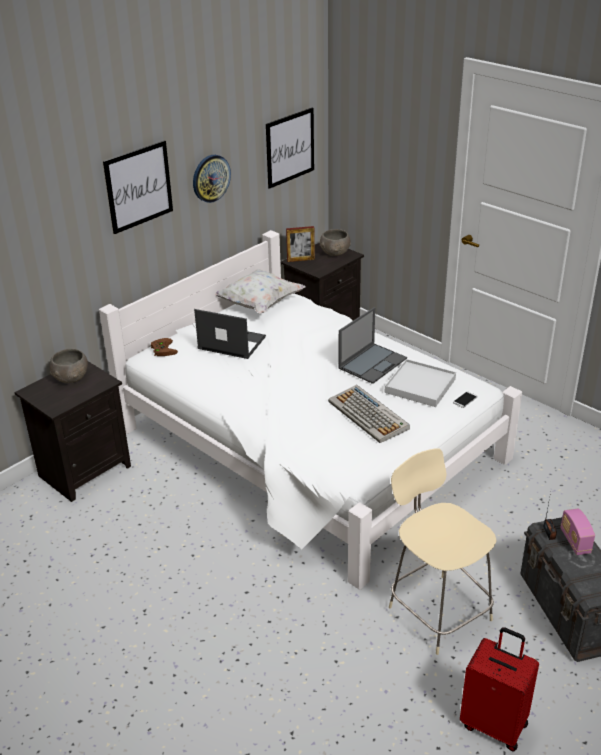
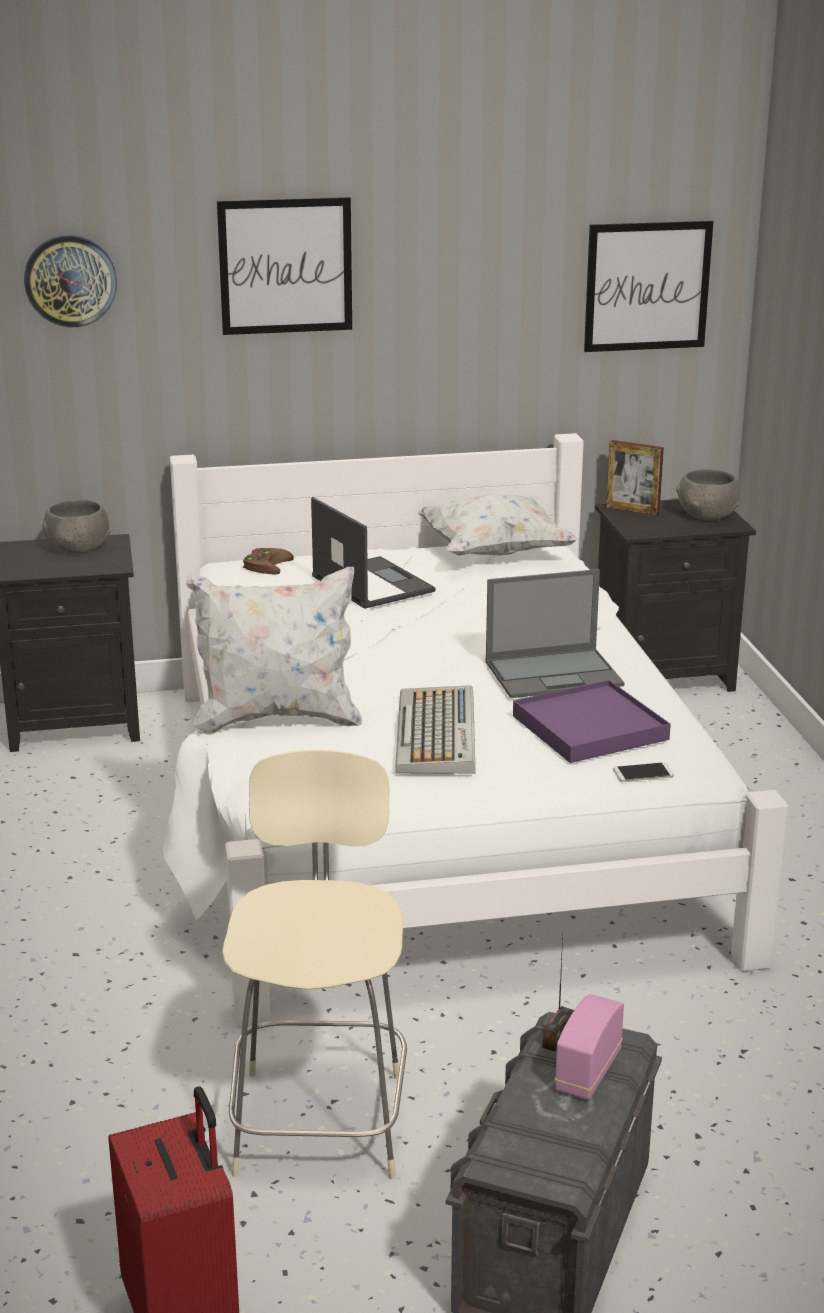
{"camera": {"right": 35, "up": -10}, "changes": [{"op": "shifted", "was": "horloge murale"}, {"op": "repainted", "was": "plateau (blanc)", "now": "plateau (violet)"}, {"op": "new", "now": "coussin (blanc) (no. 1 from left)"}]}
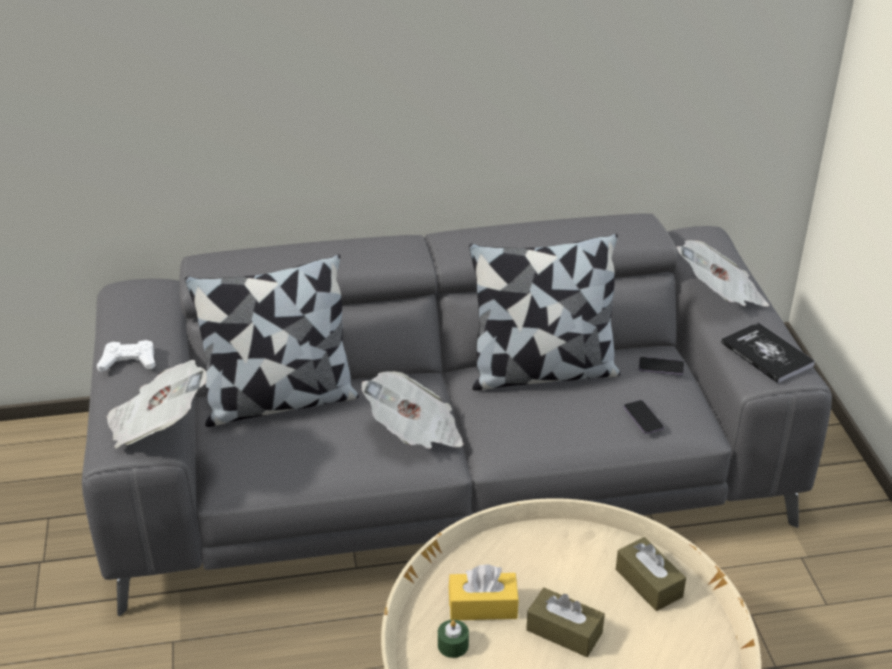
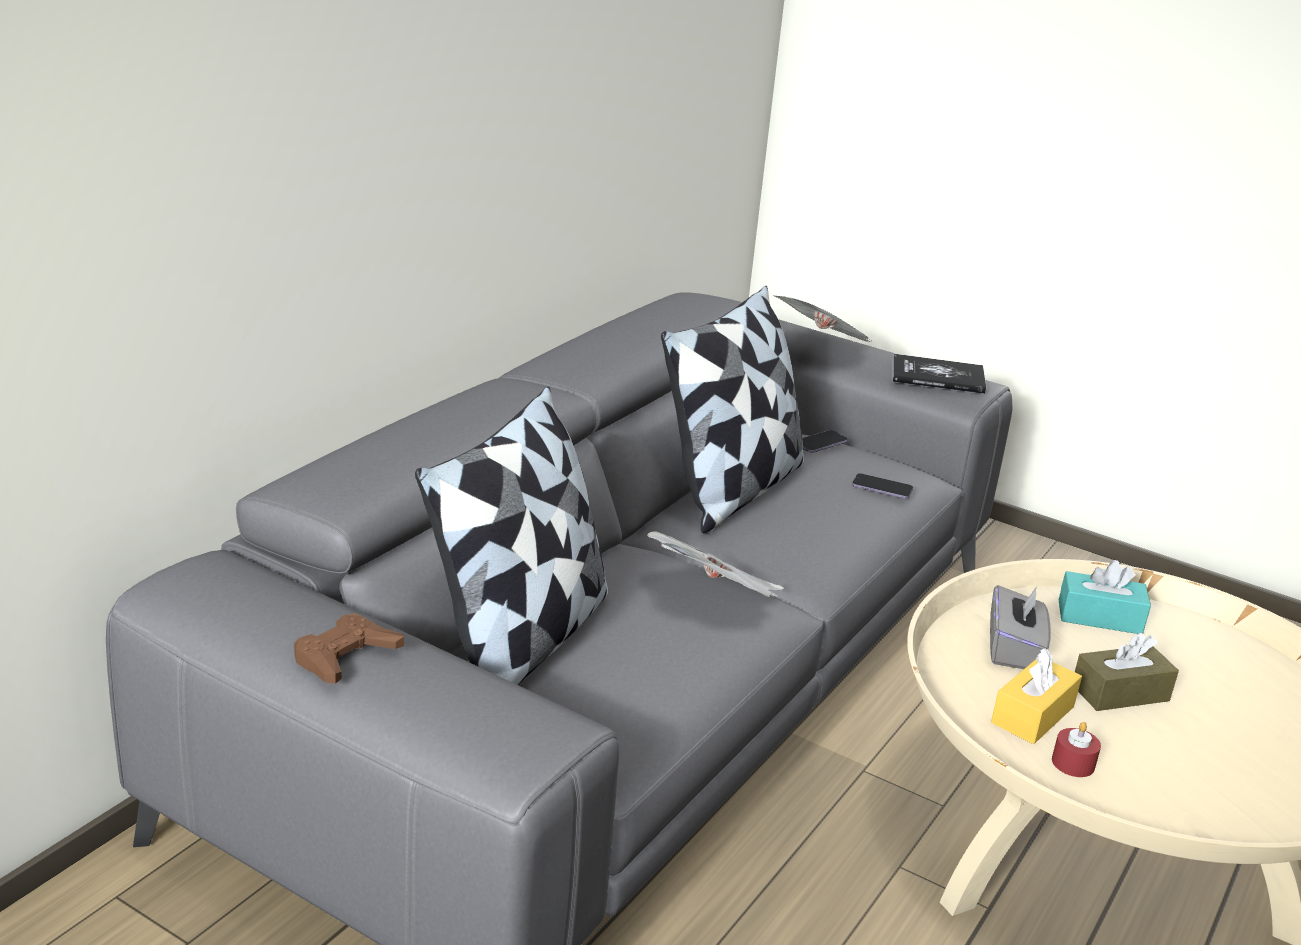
{"camera": {"right": -50, "up": -10}, "changes": [{"op": "repainted", "was": "manette (blanc)", "now": "manette (marron)"}, {"op": "gone", "was": "journal (no. 1 from left)"}, {"op": "repainted", "was": "bougie (vert)", "now": "bougie (rouge)"}, {"op": "repainted", "was": "boîte à mouchoirs (marron) (no. 2 from left)", "now": "boîte à mouchoirs (turquoise)"}, {"op": "new", "now": "boîte à mouchoirs (gris)"}]}
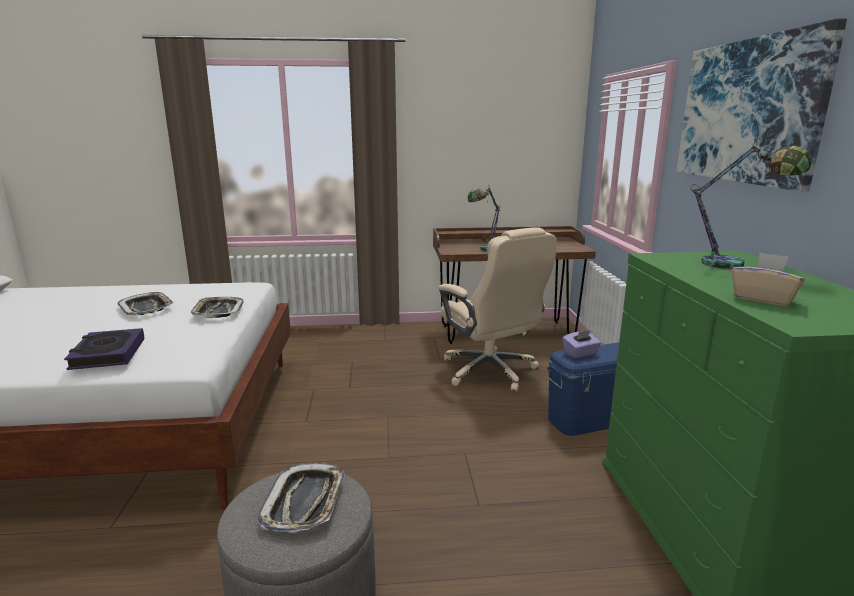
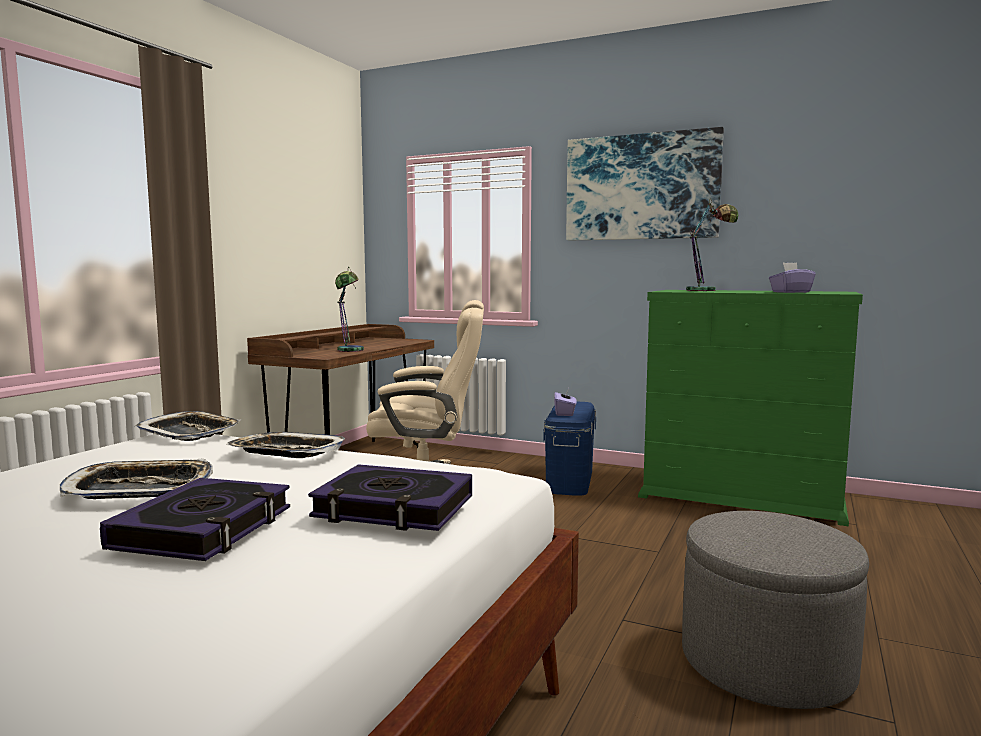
{"camera": {"right": -60, "up": -10}, "changes": [{"op": "shifted", "was": "plateau (no. 3 from left in the first image)", "now": "plateau (no. 2 from left)"}, {"op": "repainted", "was": "boîte à mouchoirs (beige)", "now": "boîte à mouchoirs (violet) (no. 2 from left)"}, {"op": "new", "now": "livre (no. 1 from left)"}]}
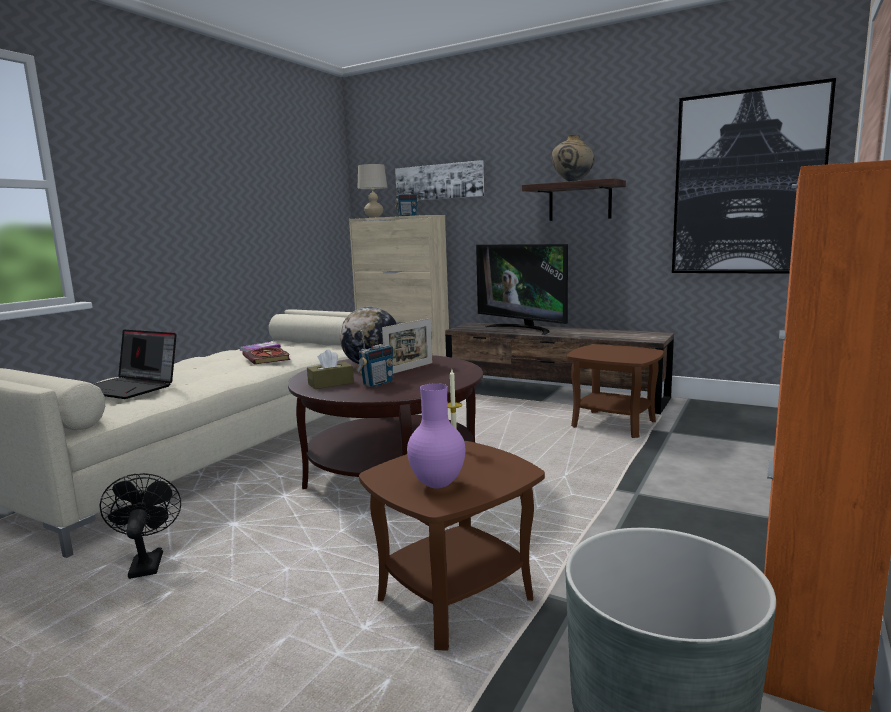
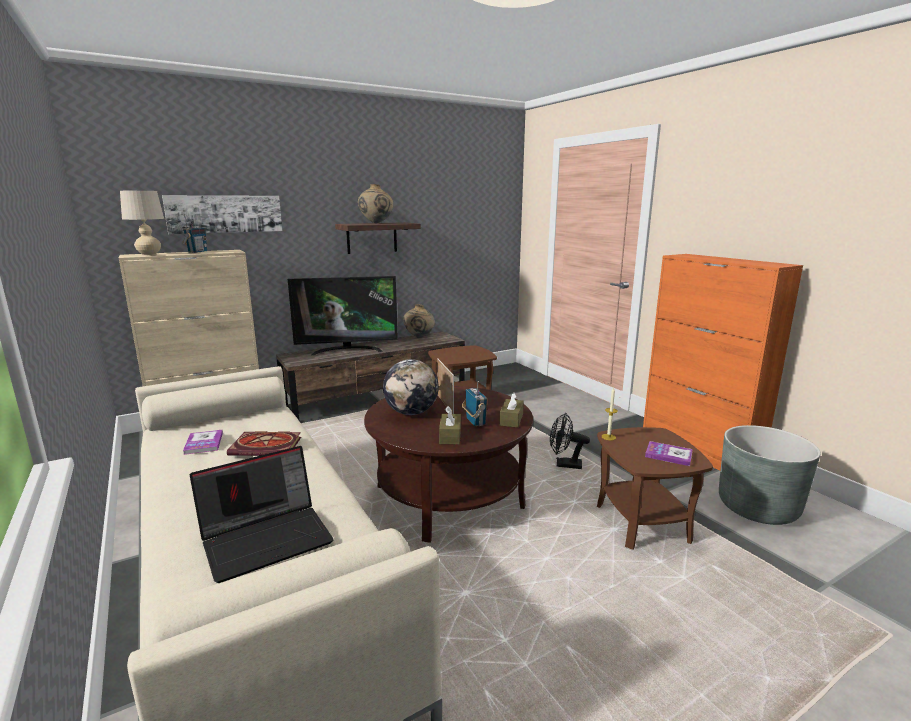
{"camera": {"right": -60, "up": 5}, "changes": [{"op": "shifted", "was": "ventilateur (noir)"}, {"op": "swapped", "was": "vase (violet)", "now": "livre (no. 3 from left)"}, {"op": "gone", "was": "tableau (no. 2 from left)"}, {"op": "new", "now": "vase (beige) (no. 2 from left)"}, {"op": "new", "now": "boîte à mouchoirs (marron) (no. 2 from left)"}]}
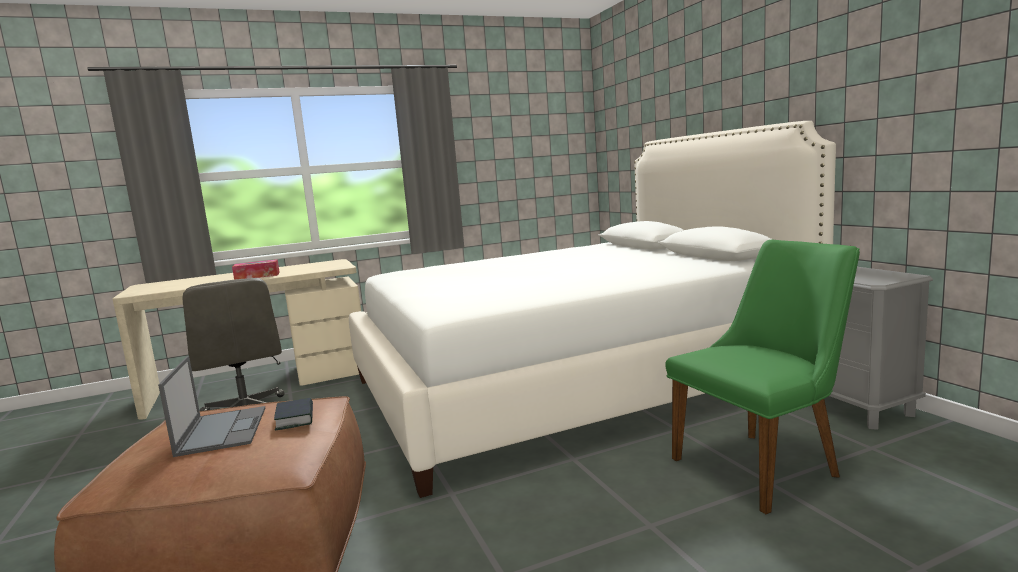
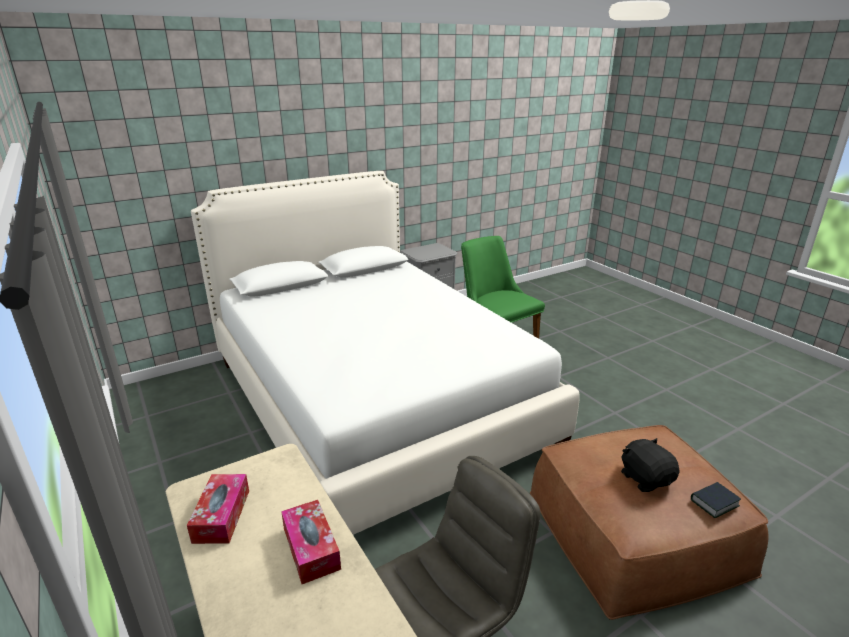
{"camera": {"right": -100, "up": 15}, "changes": [{"op": "swapped", "was": "ordinateur portable", "now": "peluche (noir)"}, {"op": "shifted", "was": "livre"}, {"op": "new", "now": "boîte à mouchoirs (no. 1 from left)"}]}
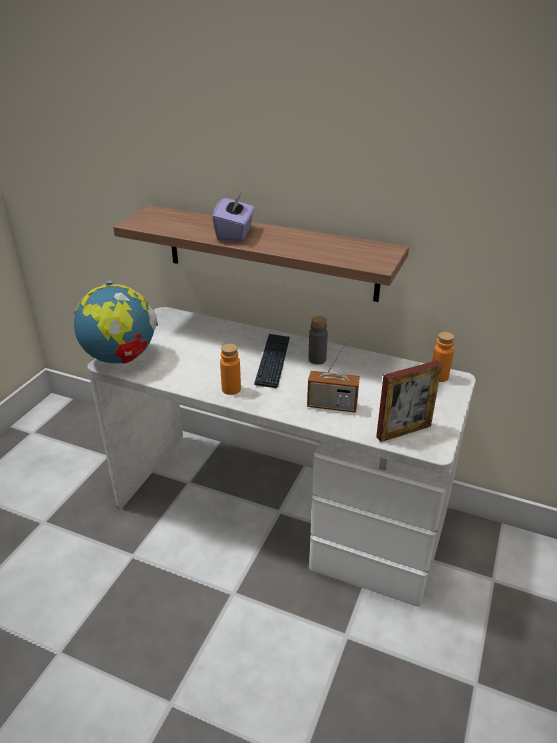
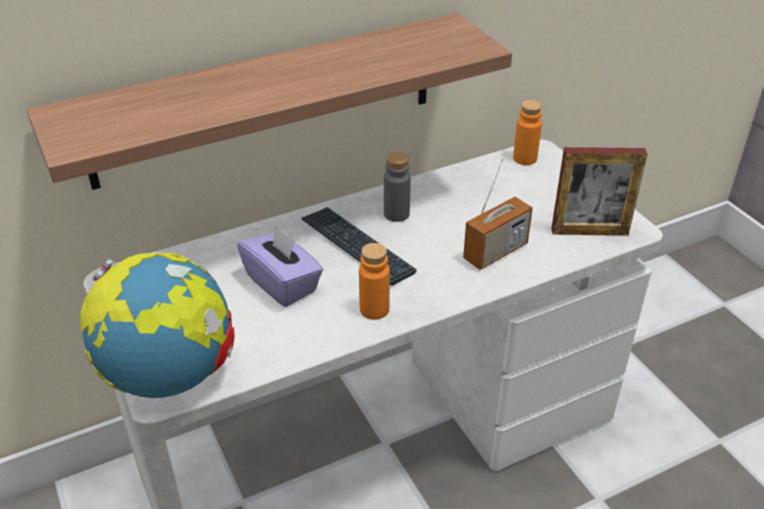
{"camera": {"right": -50, "up": 5}, "changes": [{"op": "shifted", "was": "boîte à mouchoirs (violet)"}, {"op": "rotated", "was": "cadre photo", "clockwise": 75}]}
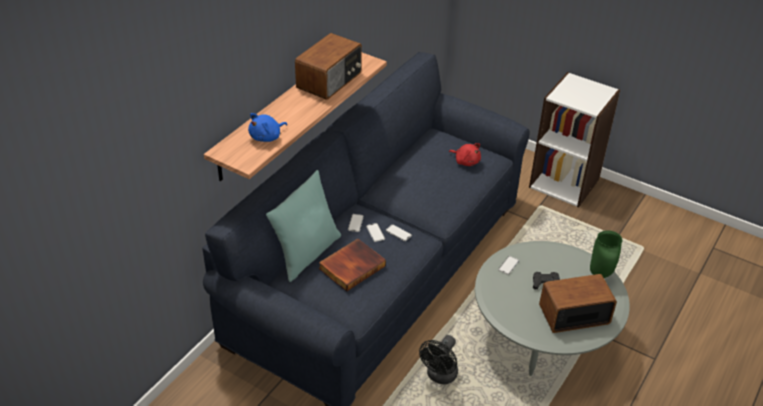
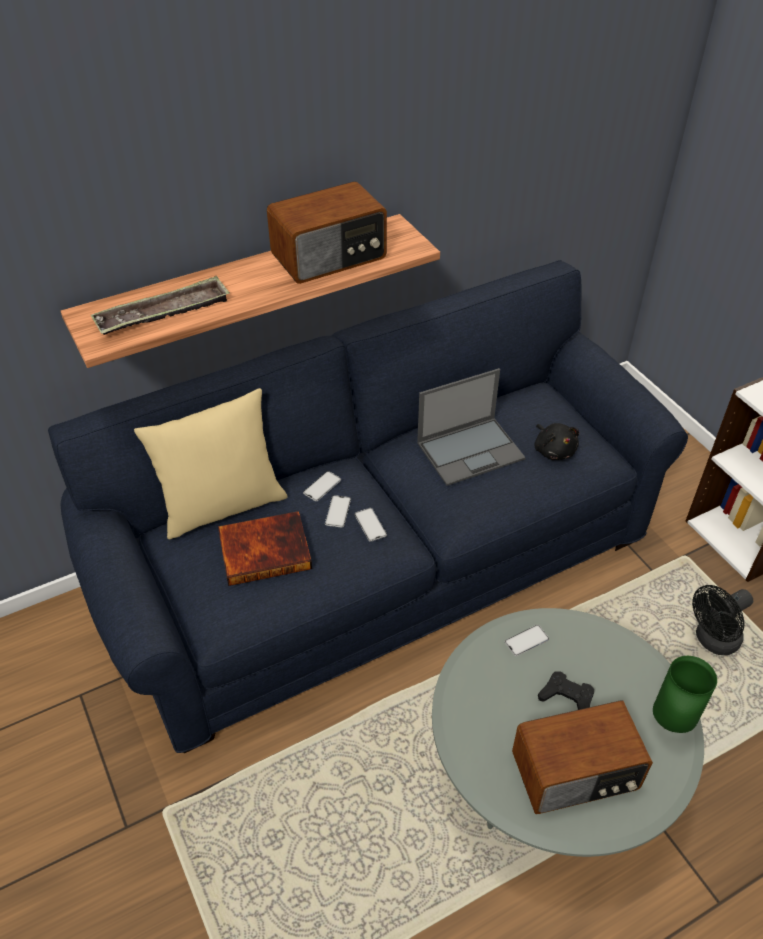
{"camera": {"right": 30, "up": 5}, "changes": [{"op": "swapped", "was": "peluche (bleu)", "now": "plateau"}, {"op": "repainted", "was": "coussin (turquoise)", "now": "coussin (beige)"}, {"op": "shifted", "was": "ventilateur (noir)"}, {"op": "repainted", "was": "peluche (rouge)", "now": "peluche (noir)"}, {"op": "rotated", "was": "radio (no. 2 from left)", "clockwise": 150}, {"op": "new", "now": "ordinateur portable"}]}
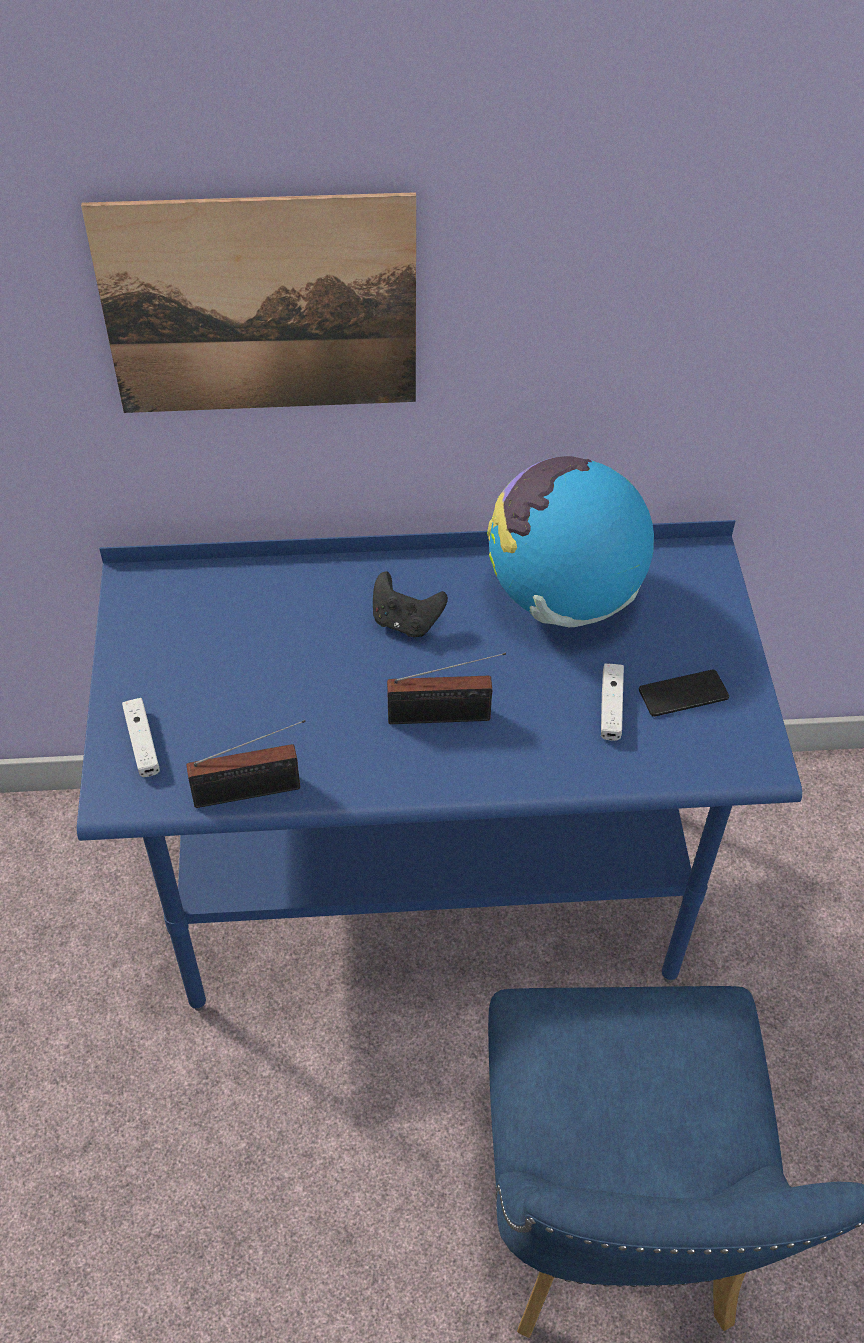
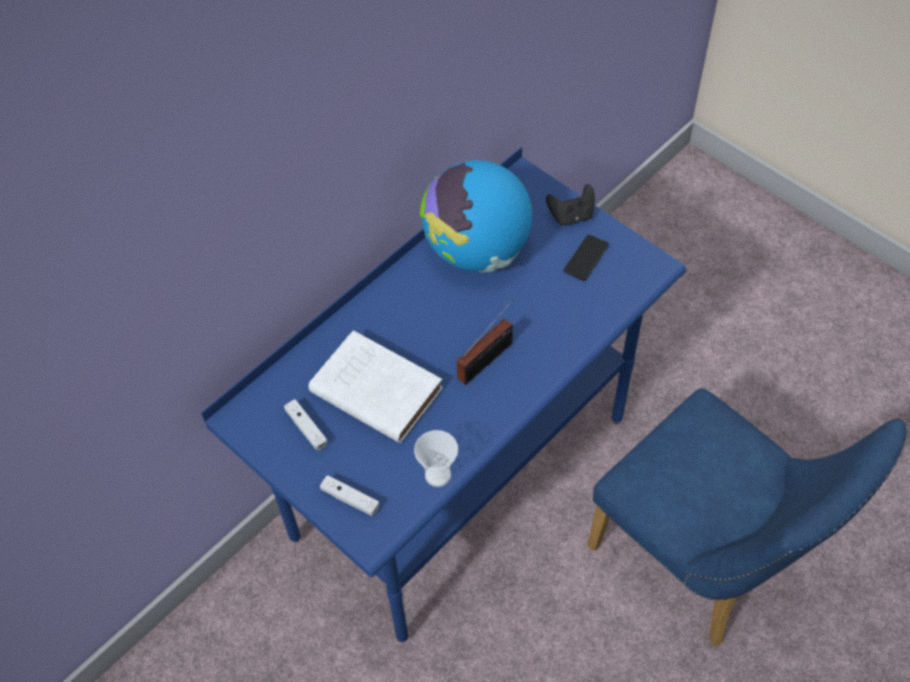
{"camera": {"right": -40, "up": 5}, "changes": [{"op": "gone", "was": "tableau"}, {"op": "swapped", "was": "radio (no. 1 from left)", "now": "tasse"}, {"op": "shifted", "was": "manette (noir)"}, {"op": "shifted", "was": "manette (blanc) (no. 2 from left in the first image)", "now": "manette (blanc) (no. 1 from left)"}, {"op": "new", "now": "livre (blanc)"}]}
